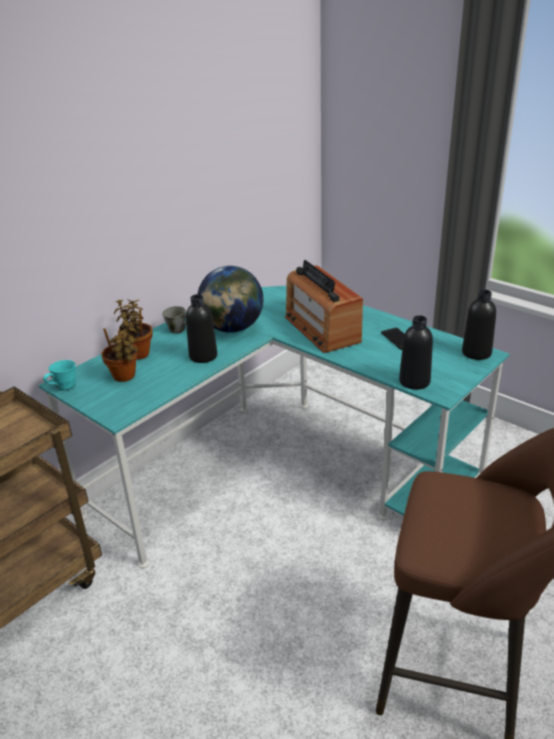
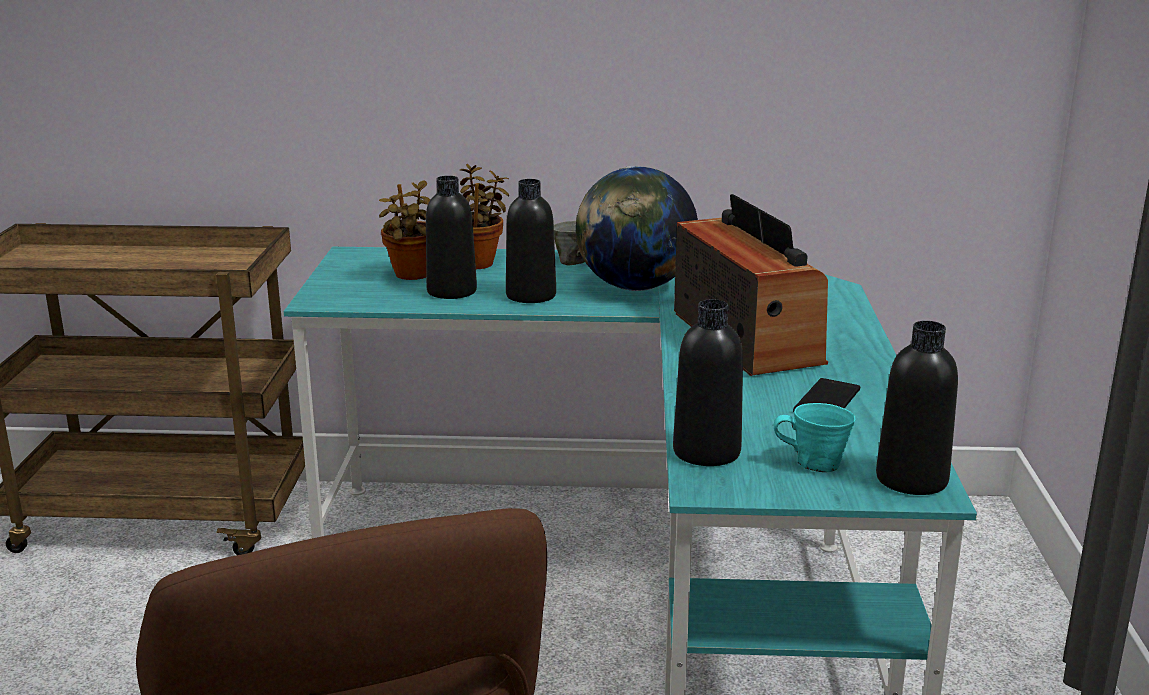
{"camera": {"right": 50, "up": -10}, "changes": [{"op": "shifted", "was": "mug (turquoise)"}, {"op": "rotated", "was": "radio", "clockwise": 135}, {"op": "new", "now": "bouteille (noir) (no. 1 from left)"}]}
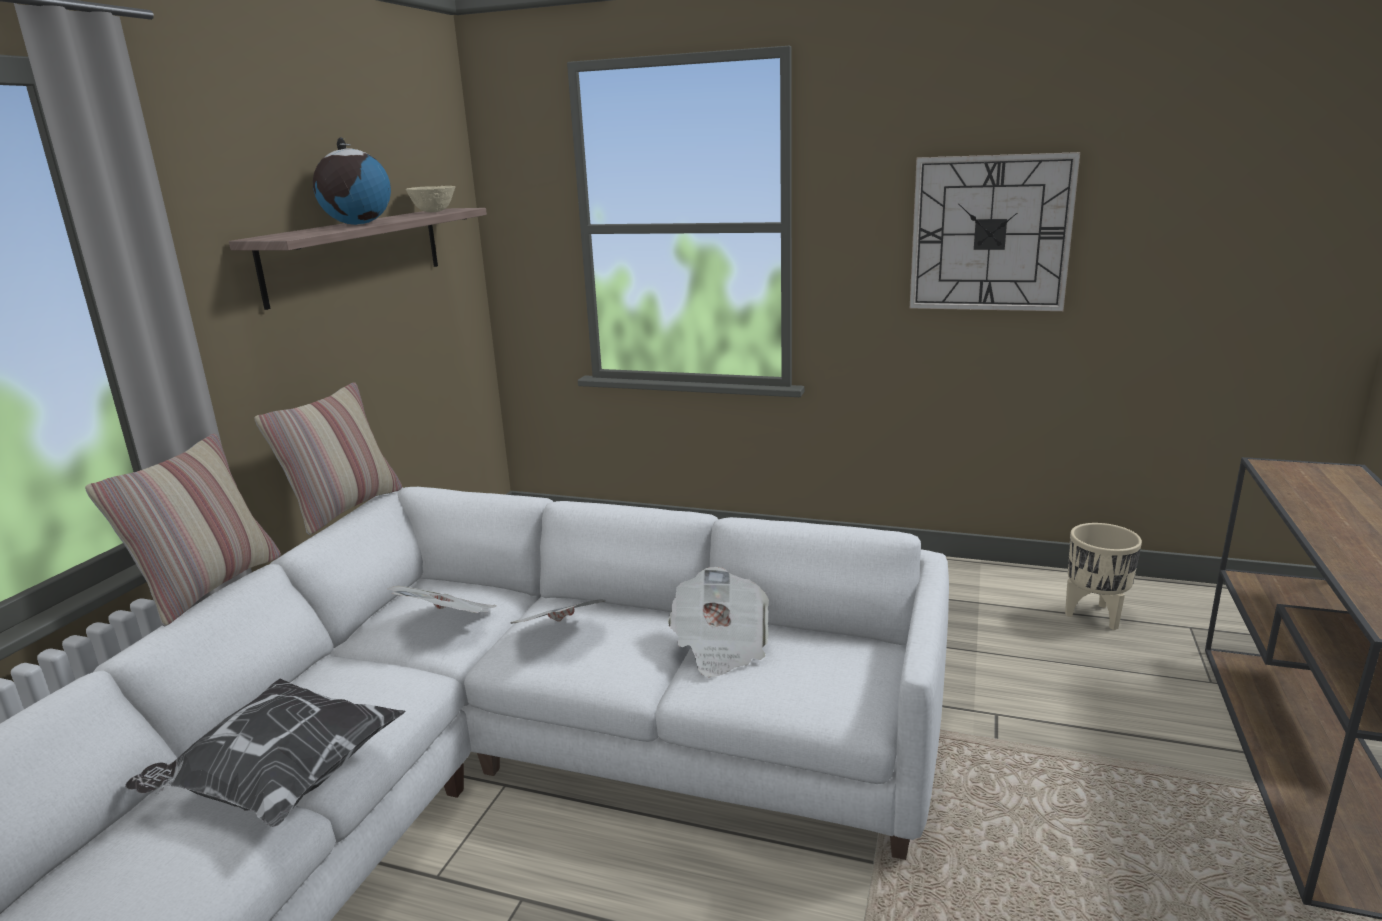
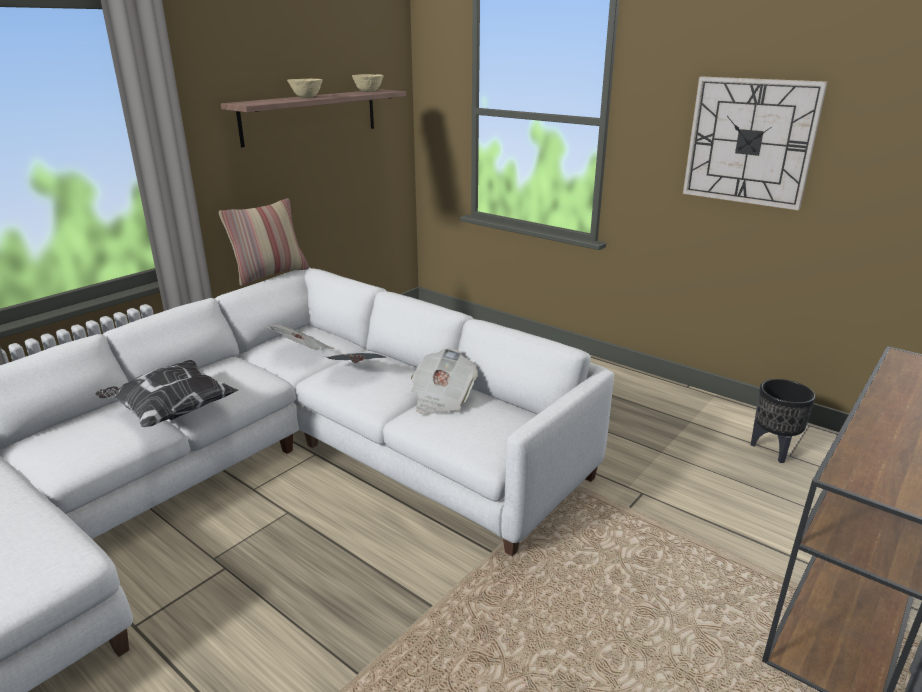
{"camera": {"right": 20, "up": 5}, "changes": [{"op": "gone", "was": "coussin (no. 1 from left)"}, {"op": "swapped", "was": "globe", "now": "bol (beige) (no. 1 from left)"}, {"op": "repainted", "was": "cache-pot (beige)", "now": "cache-pot (noir)"}]}
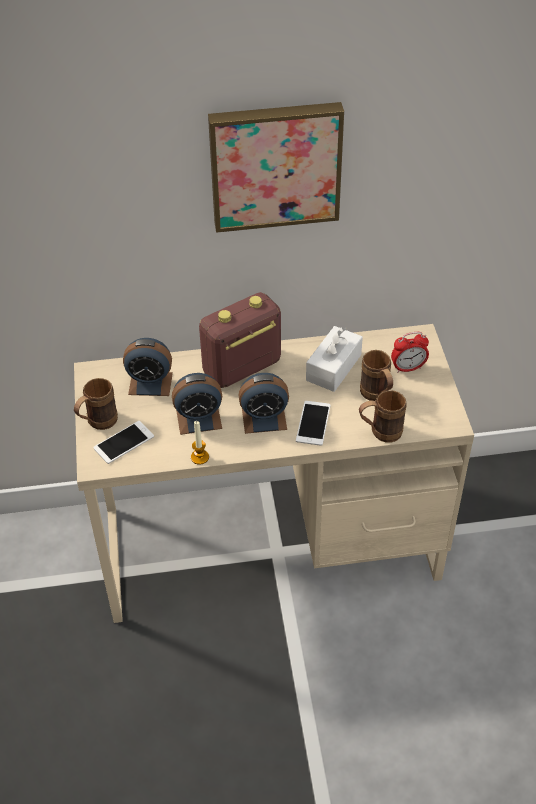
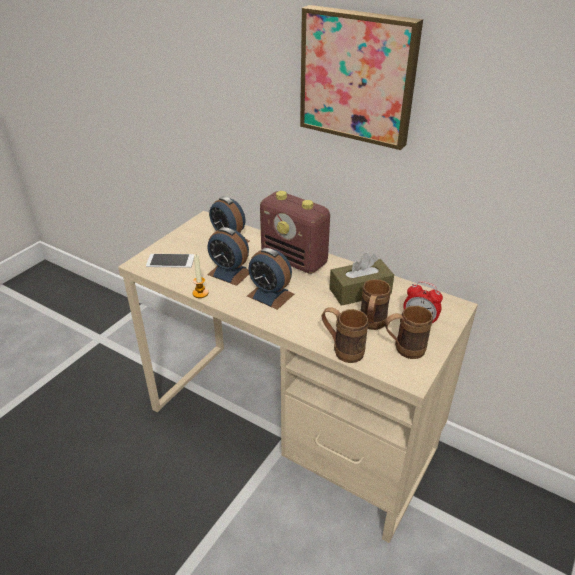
{"camera": {"right": 40, "up": -10}, "changes": [{"op": "shifted", "was": "mug (marron) (no. 1 from left in the first image)", "now": "mug (marron) (no. 3 from left)"}, {"op": "rotated", "was": "radio", "clockwise": -150}, {"op": "gone", "was": "téléphone (no. 2 from left)"}, {"op": "repainted", "was": "boîte à mouchoirs (blanc)", "now": "boîte à mouchoirs (marron)"}]}
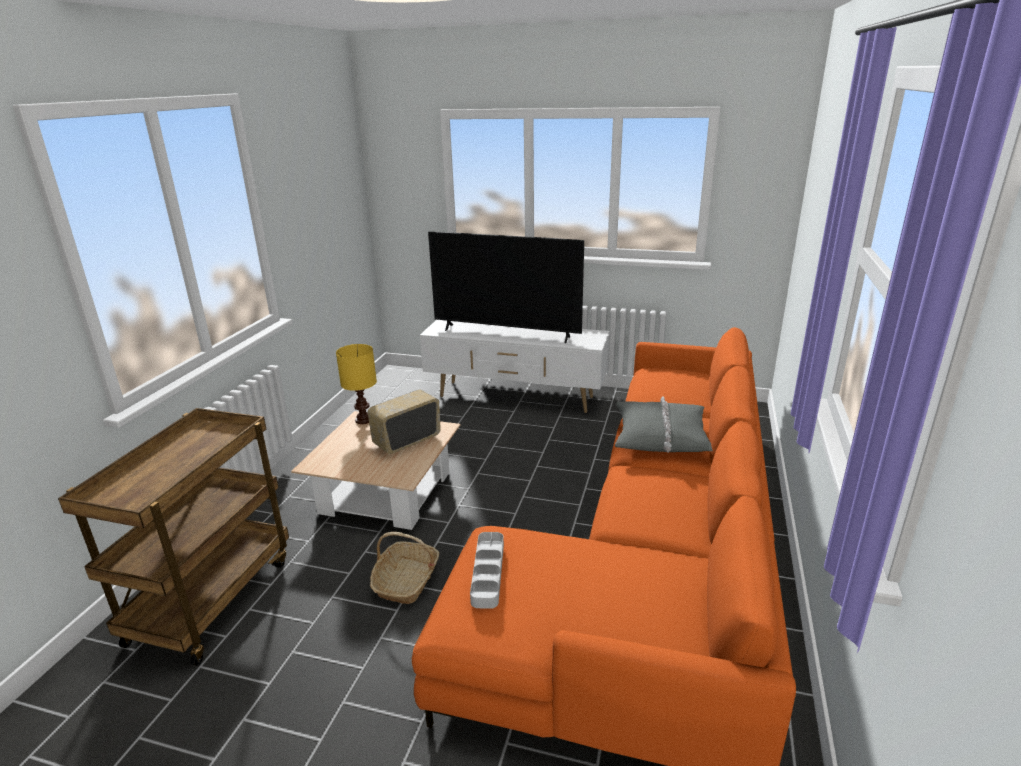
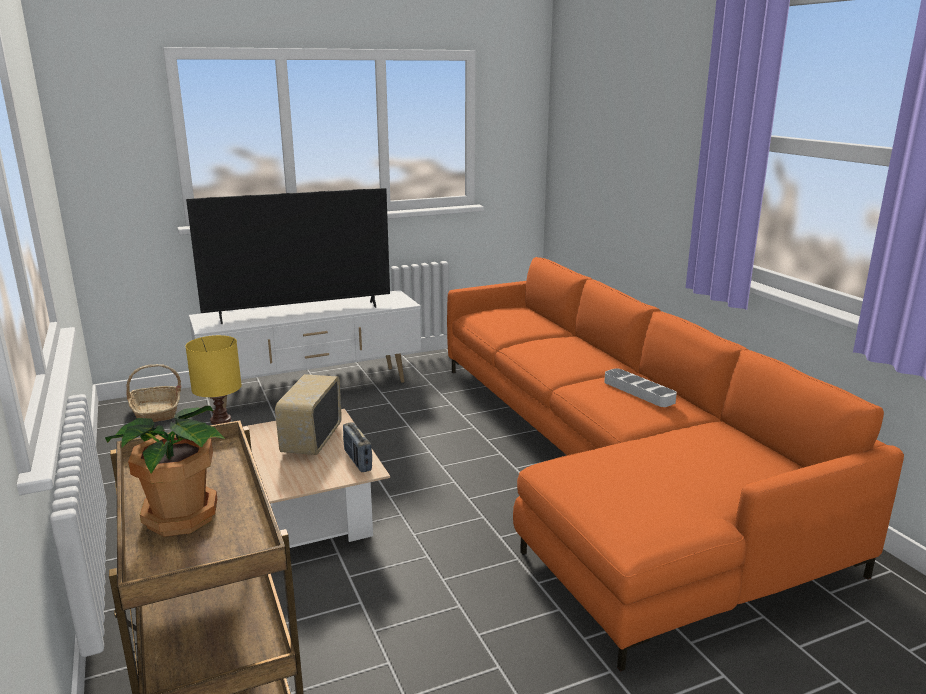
{"camera": {"right": -40, "up": -5}, "changes": [{"op": "shifted", "was": "panier"}, {"op": "shifted", "was": "plateau (gris)"}, {"op": "gone", "was": "coussin (gris)"}, {"op": "new", "now": "plante en pot"}, {"op": "new", "now": "radio (no. 2 from left)"}]}
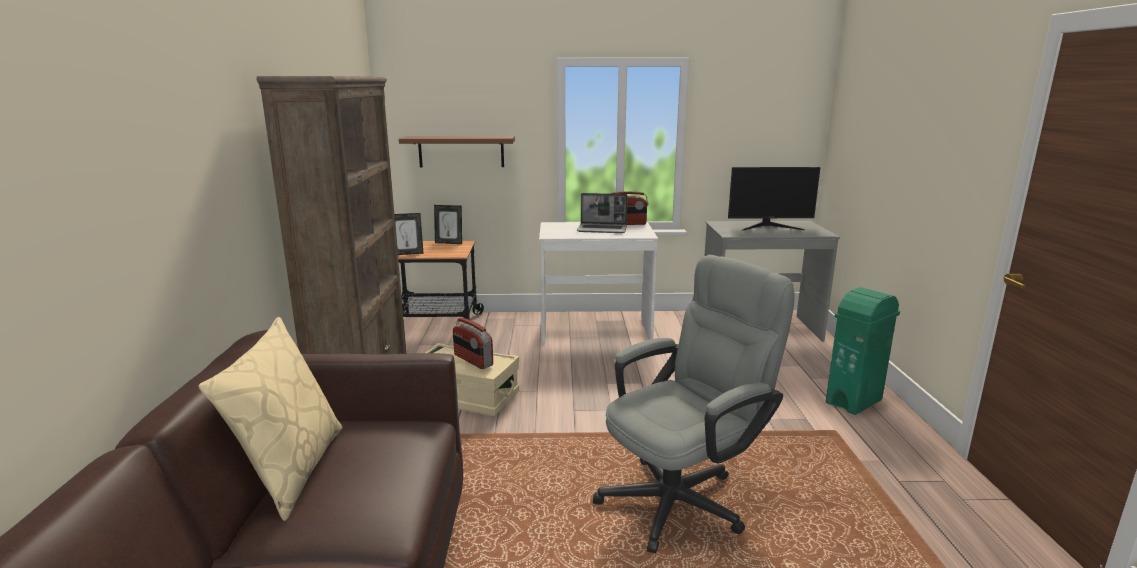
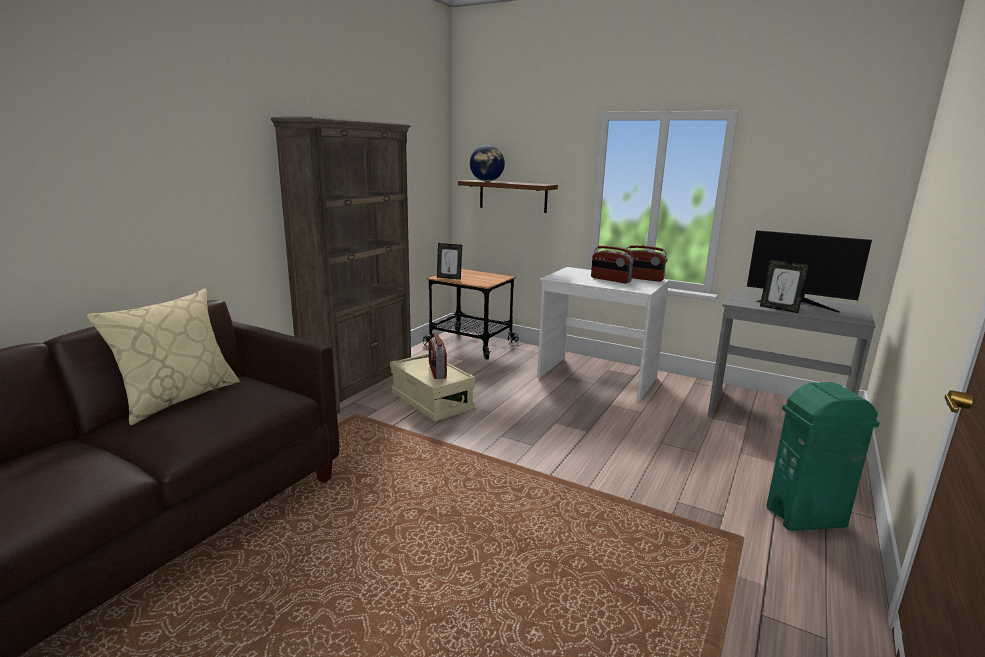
{"camera": {"right": 30, "up": 0}, "changes": [{"op": "shifted", "was": "cadre photo (no. 2 from left)"}, {"op": "swapped", "was": "ordinateur portable", "now": "radio (no. 2 from left)"}, {"op": "gone", "was": "chaise de bureau (gris)"}, {"op": "new", "now": "globe"}]}
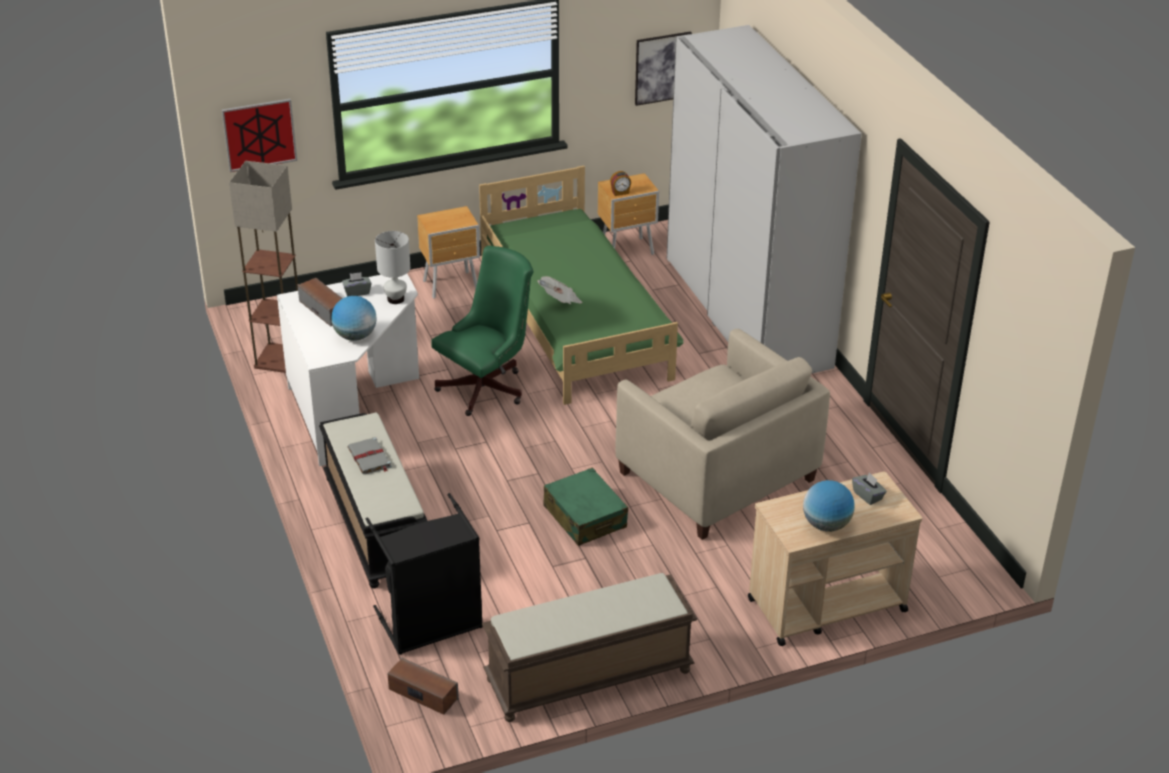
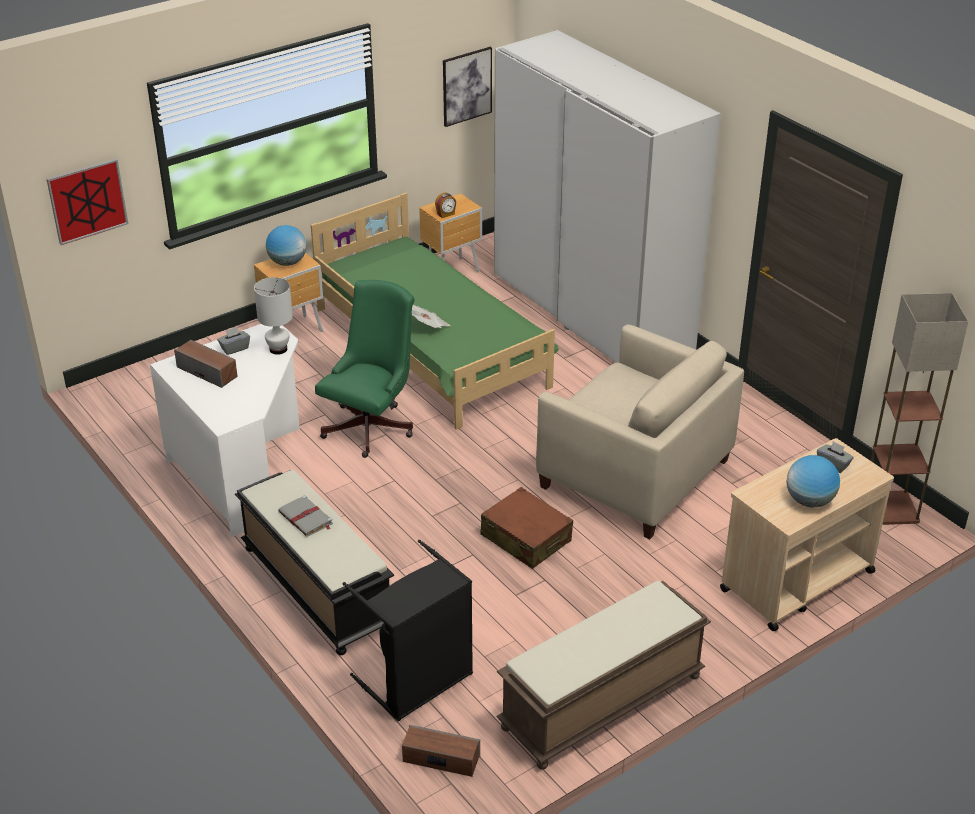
{"camera": {"right": -15, "up": 0}, "changes": [{"op": "shifted", "was": "lampadaire"}, {"op": "shifted", "was": "globe (no. 1 from left)"}, {"op": "repainted", "was": "valise (vert)", "now": "valise (marron)"}]}
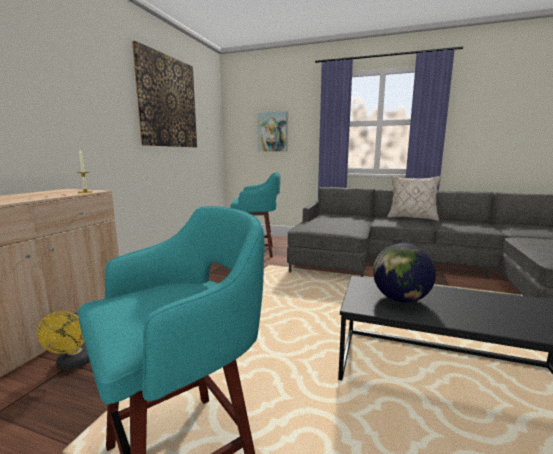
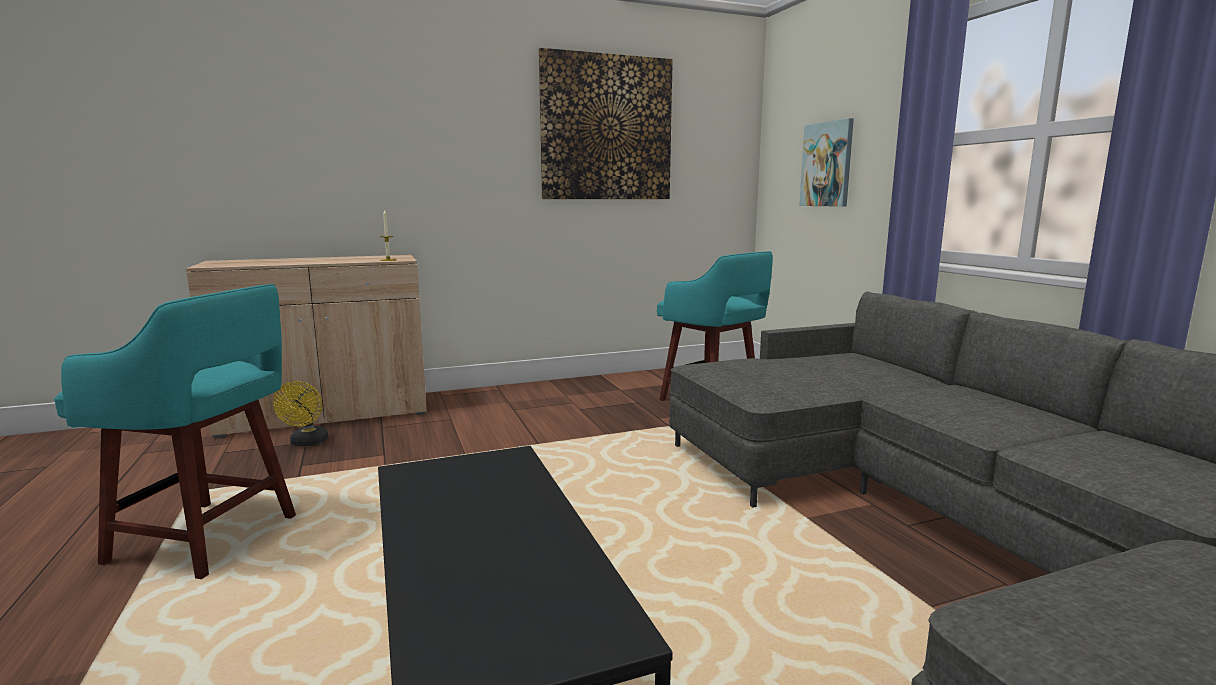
{"camera": {"right": 50, "up": 0}, "changes": [{"op": "rotated", "was": "ventilateur (jaune)", "clockwise": -45}, {"op": "gone", "was": "globe"}, {"op": "gone", "was": "coussin (beige)"}]}
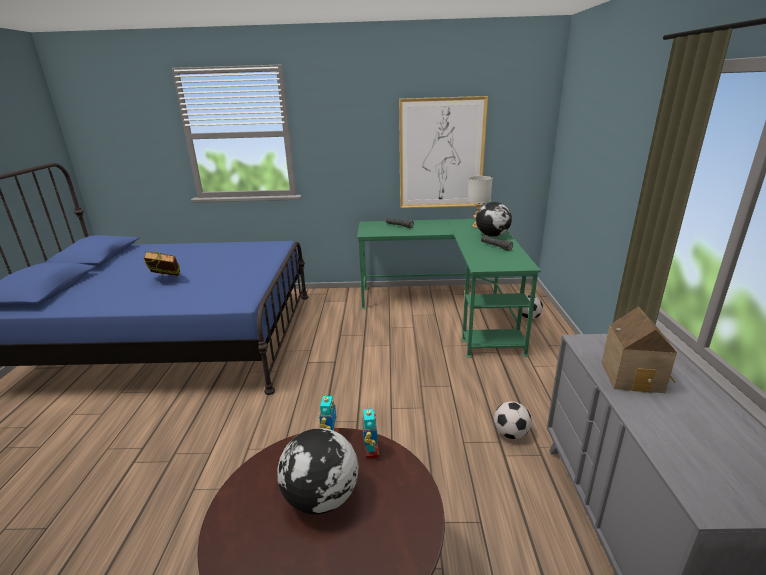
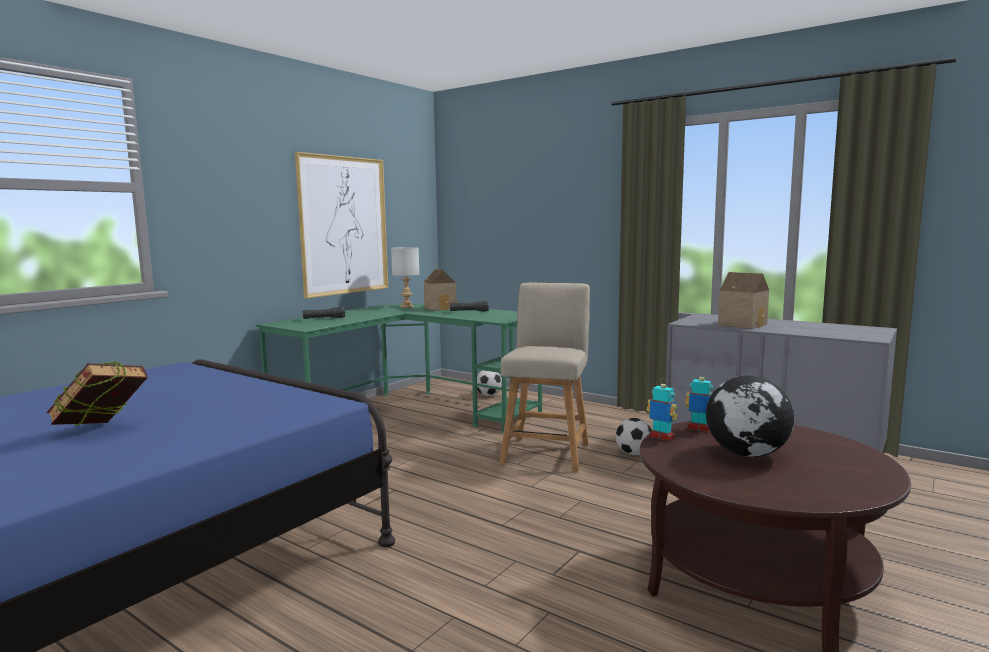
{"camera": {"right": -55, "up": -15}, "changes": [{"op": "swapped", "was": "globe (no. 2 from left)", "now": "maison miniature (no. 1 from left)"}, {"op": "new", "now": "chaise (beige)"}]}
